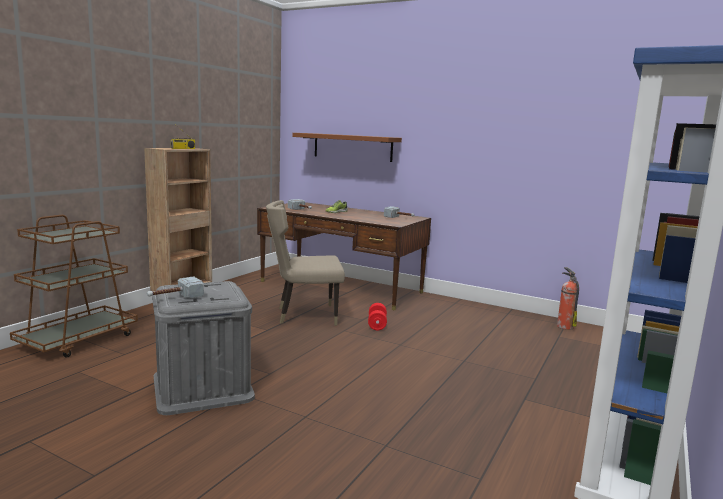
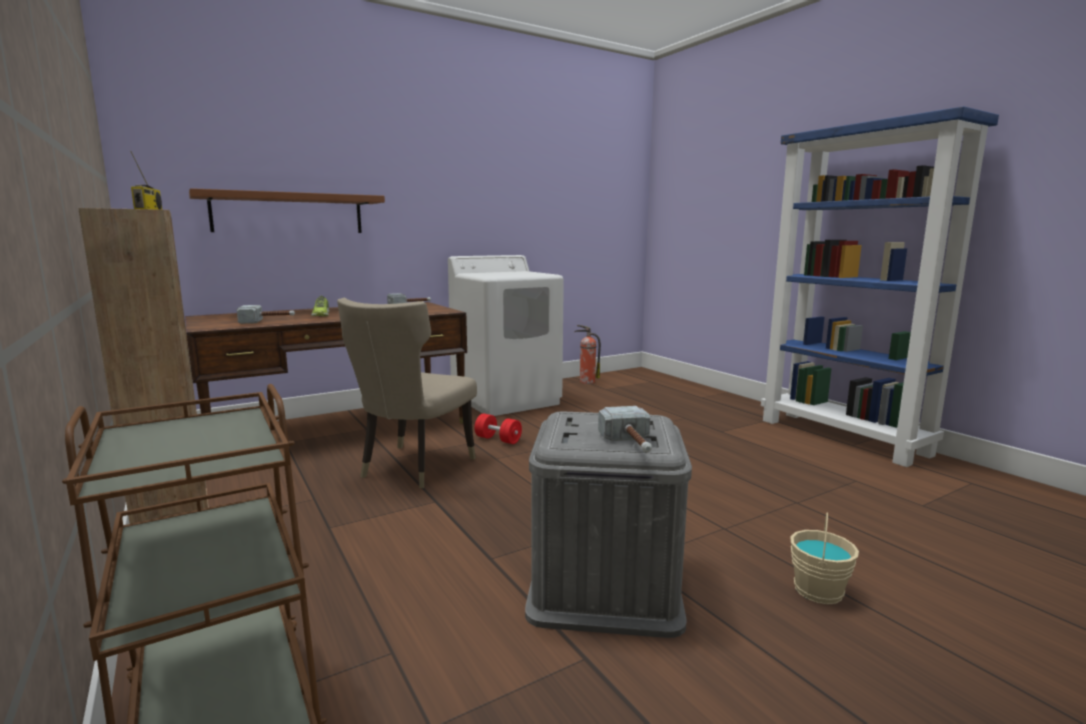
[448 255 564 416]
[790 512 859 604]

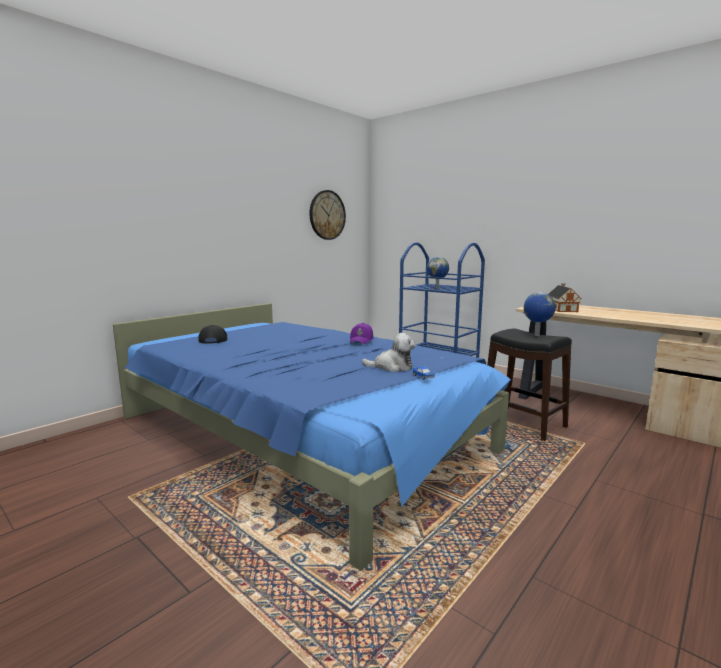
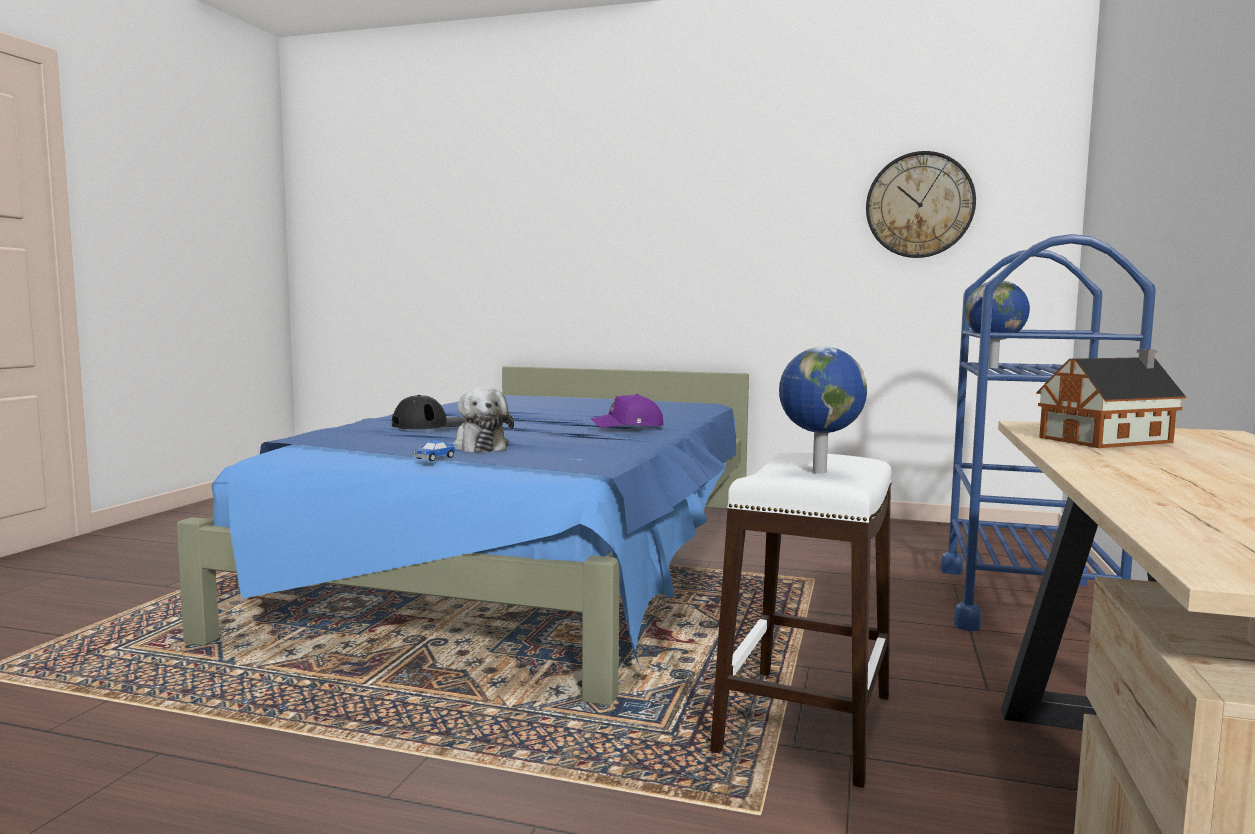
[392 395 466 429]
[710 452 892 788]

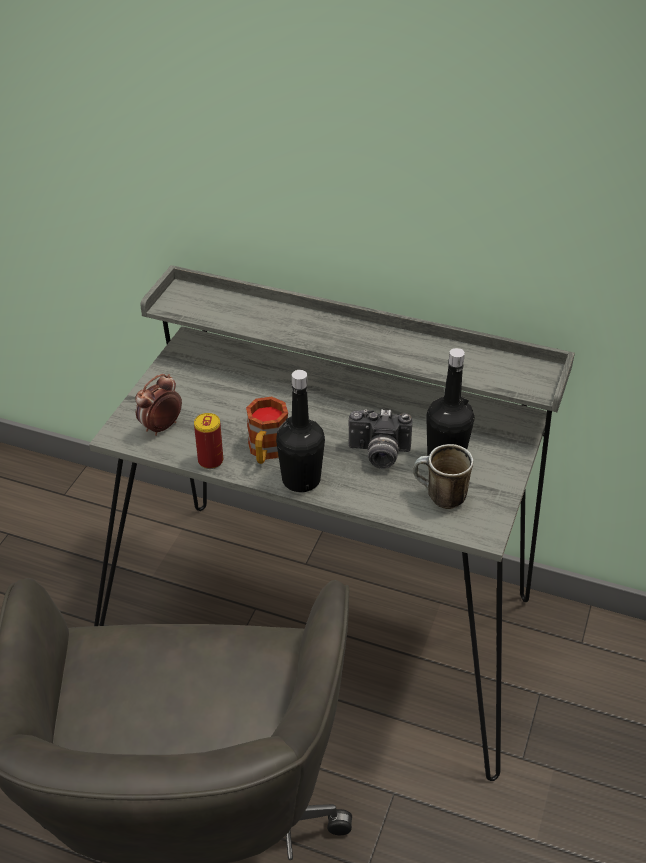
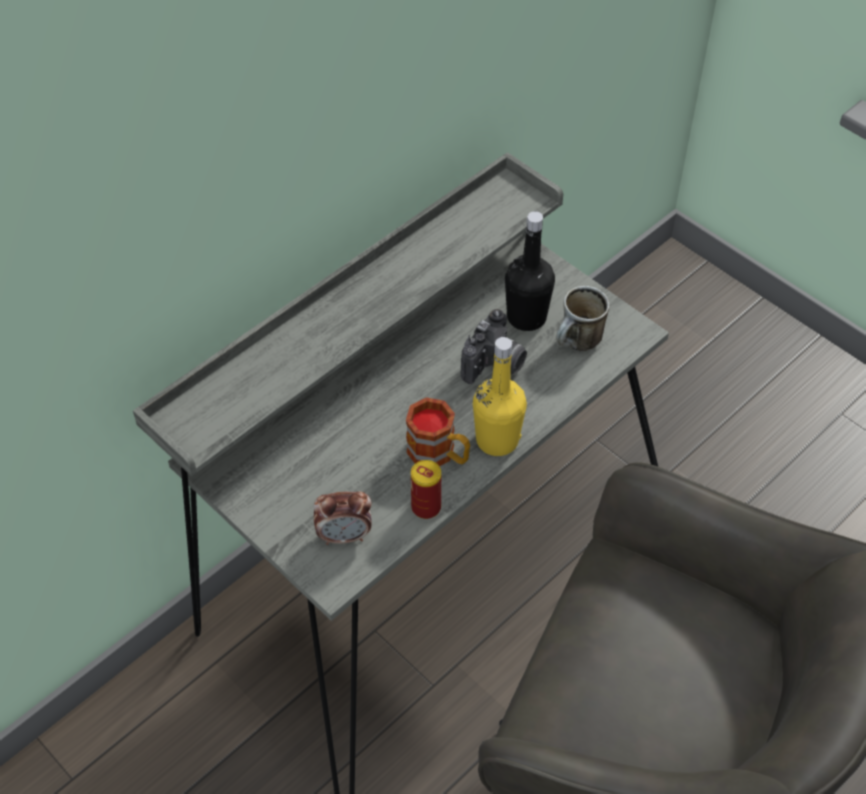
[473 337 527 456]
[314 491 371 545]

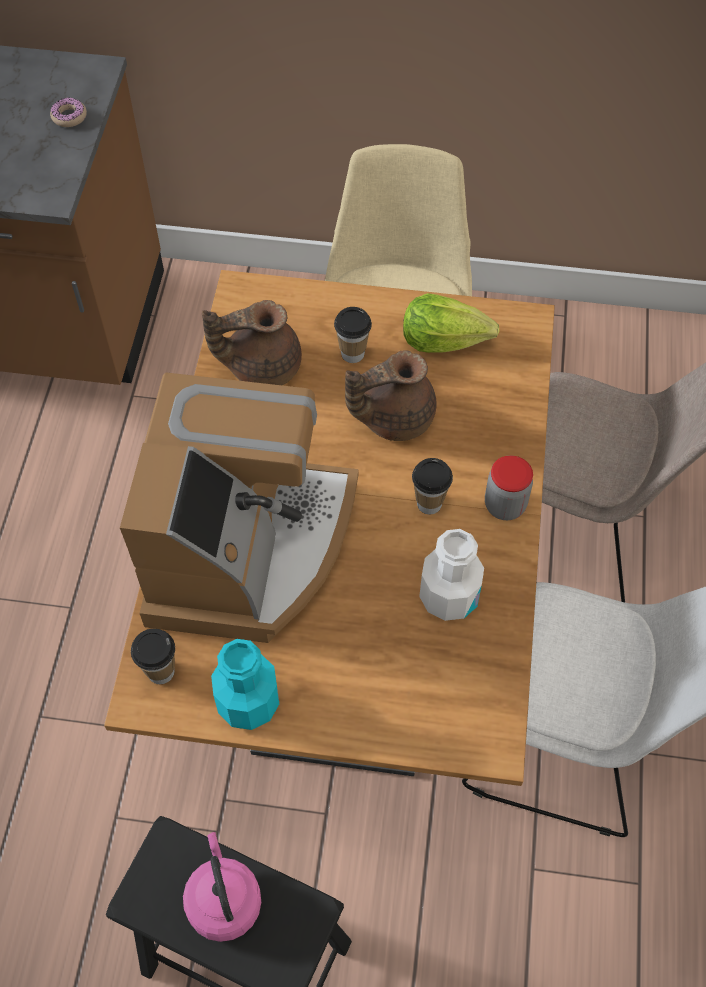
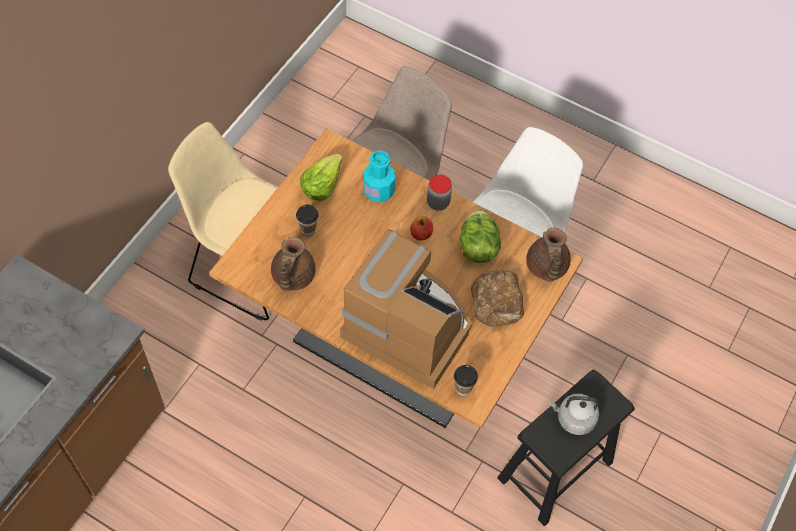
[50 97 87 127] (first image)
[471 270 524 327]
[364 150 395 202]
[526 228 571 282]
[410 216 433 241]
[459 210 501 263]
[549 394 599 435]

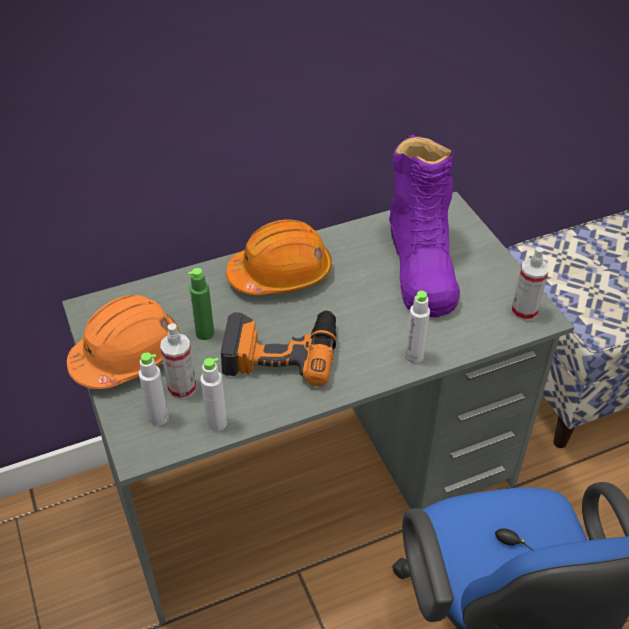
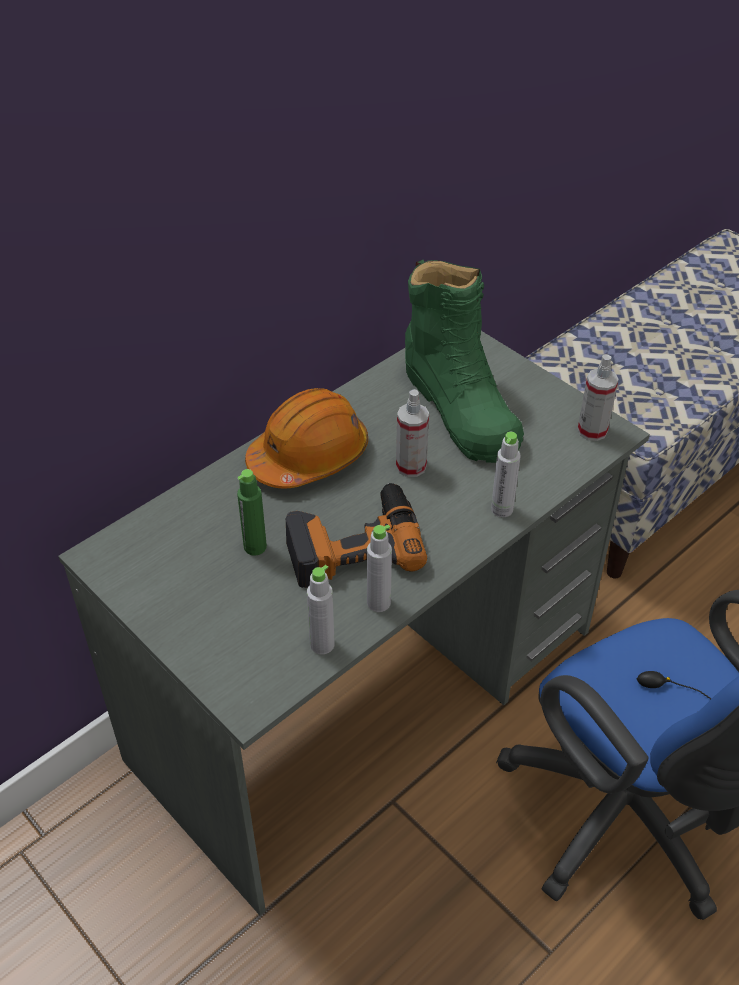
[67 295 180 389] (first image)
[367 525 392 612]
[396 389 429 477]
[405 260 524 463]

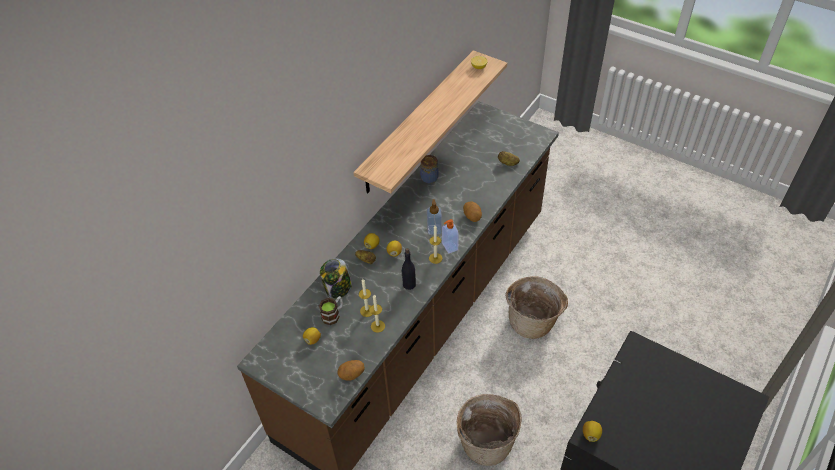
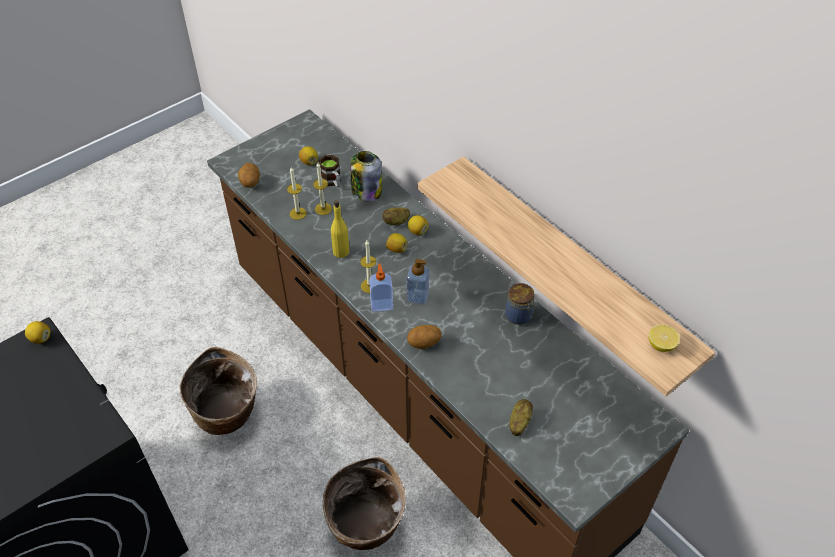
[331 200 349 258]

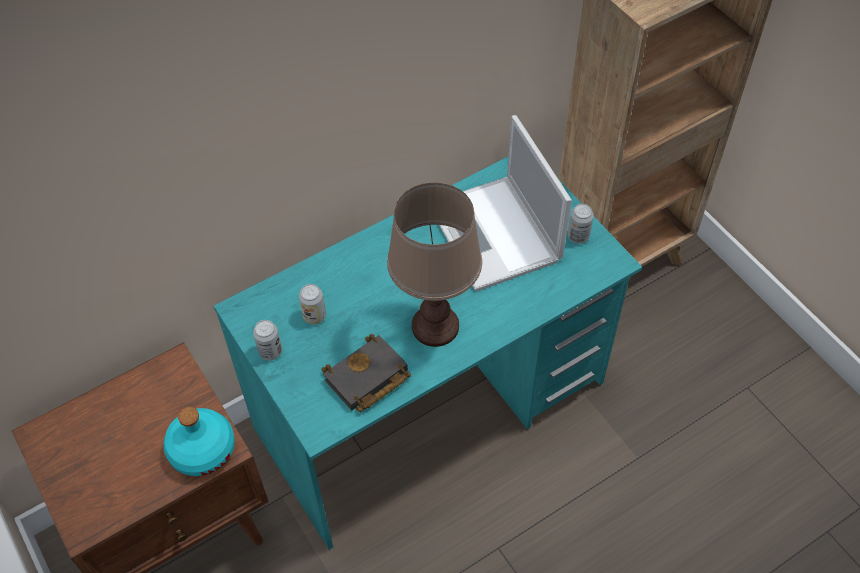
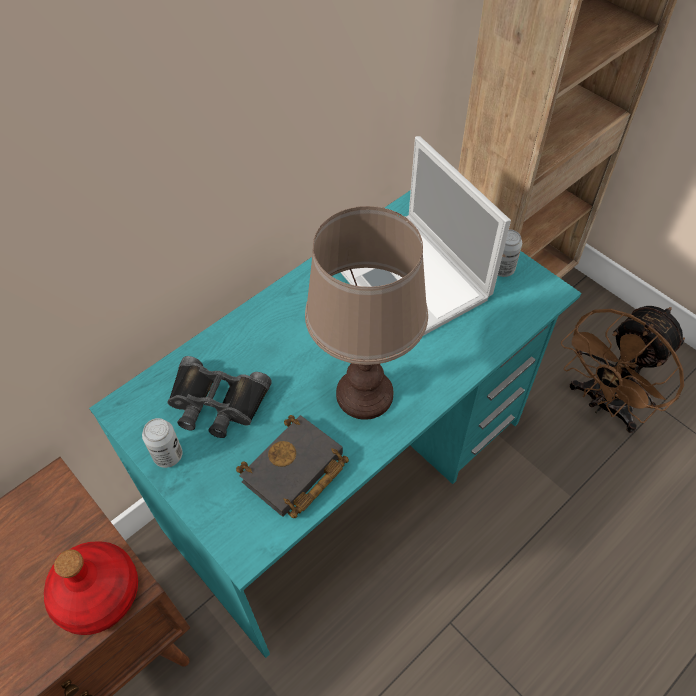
[561 306 685 433]
[167 356 272 438]
[44 541 138 635]

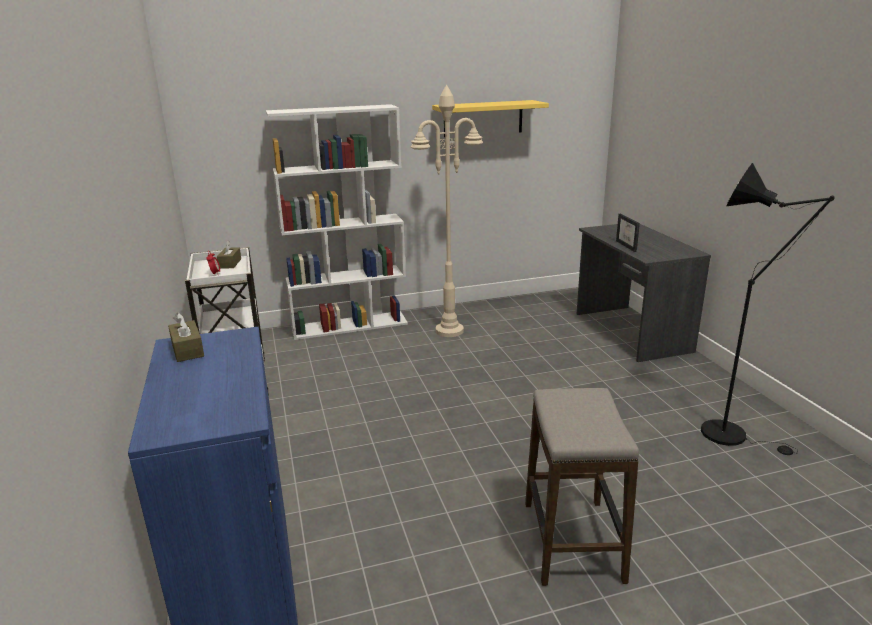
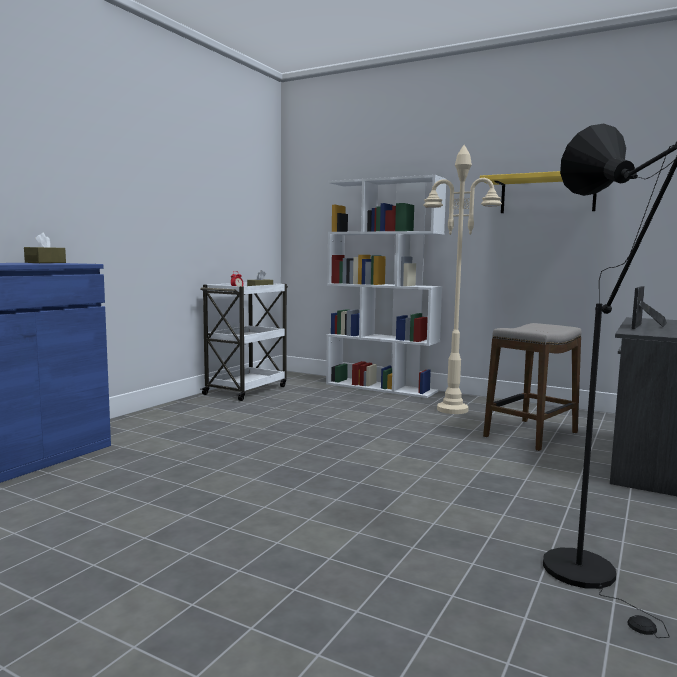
[483 323 582 451]

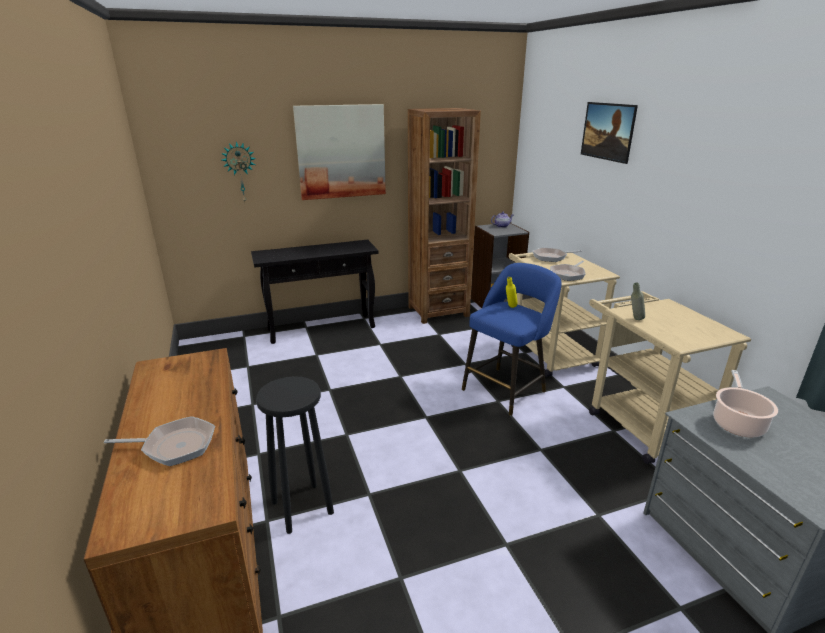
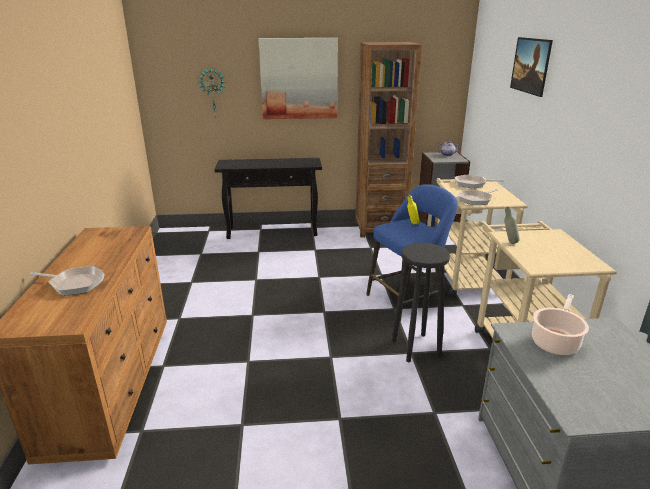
[392 243 450 362]

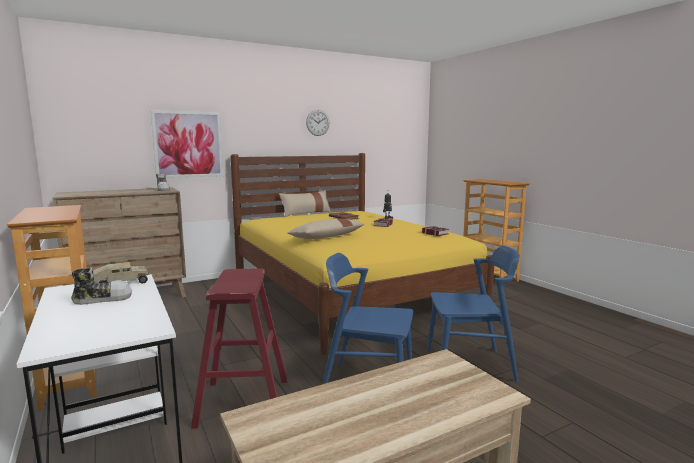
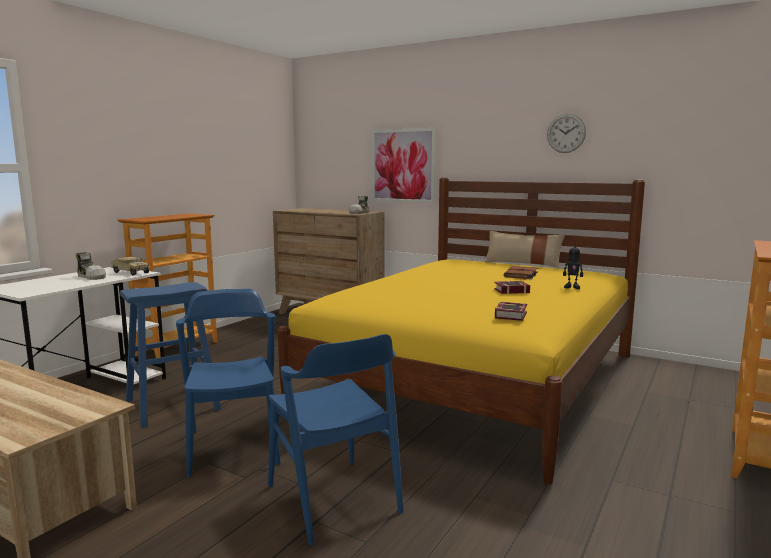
[287 218 365 239] (first image)
[120 282 221 428]

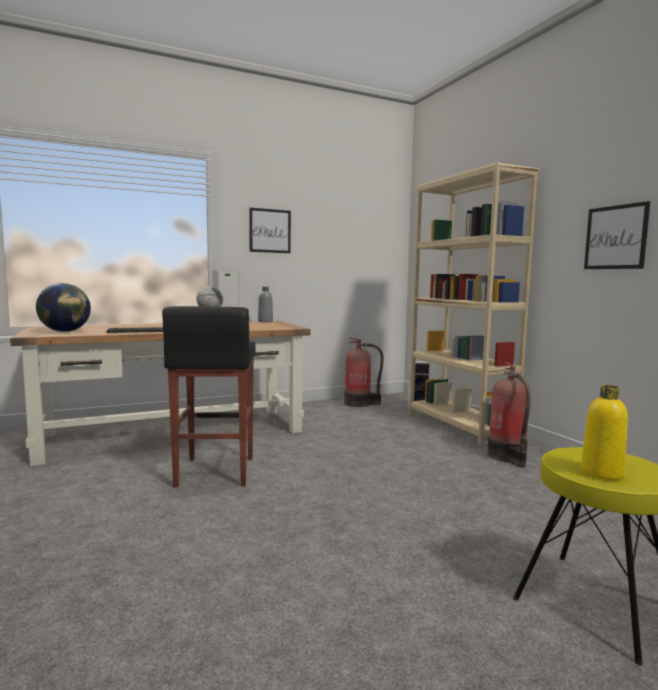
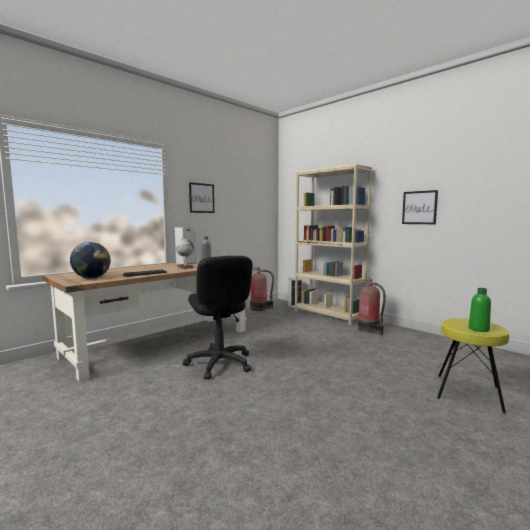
[183 256 253 380]
[468 288 491 332]

